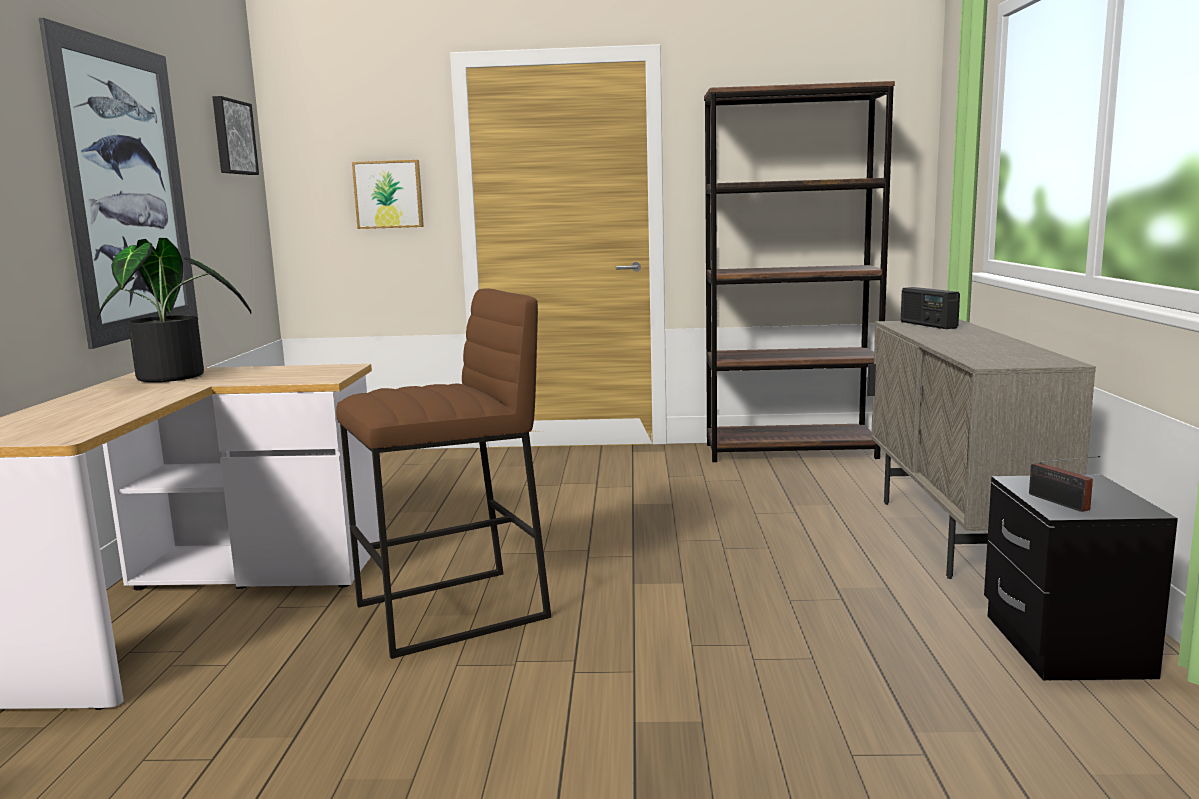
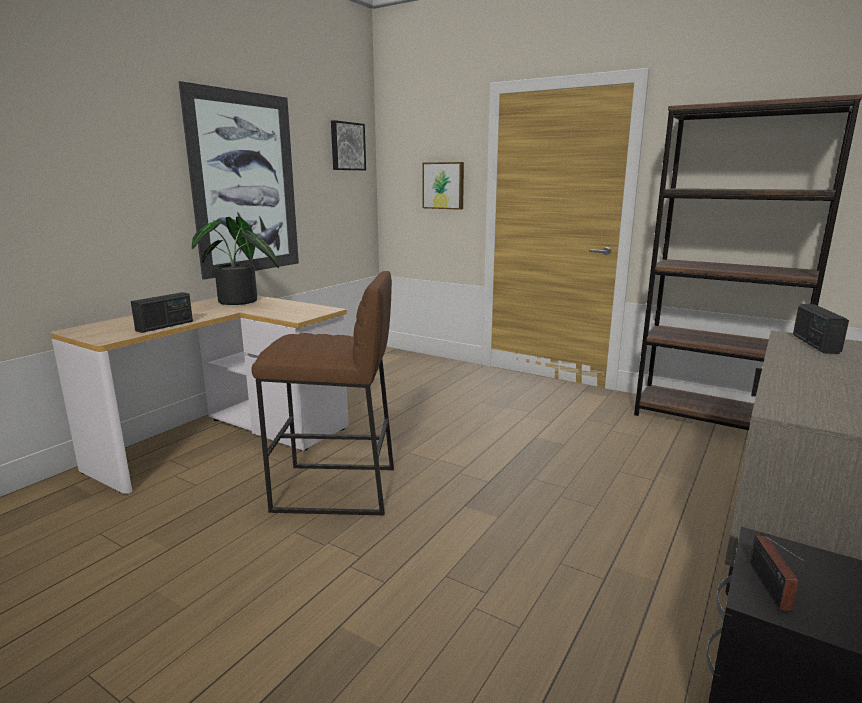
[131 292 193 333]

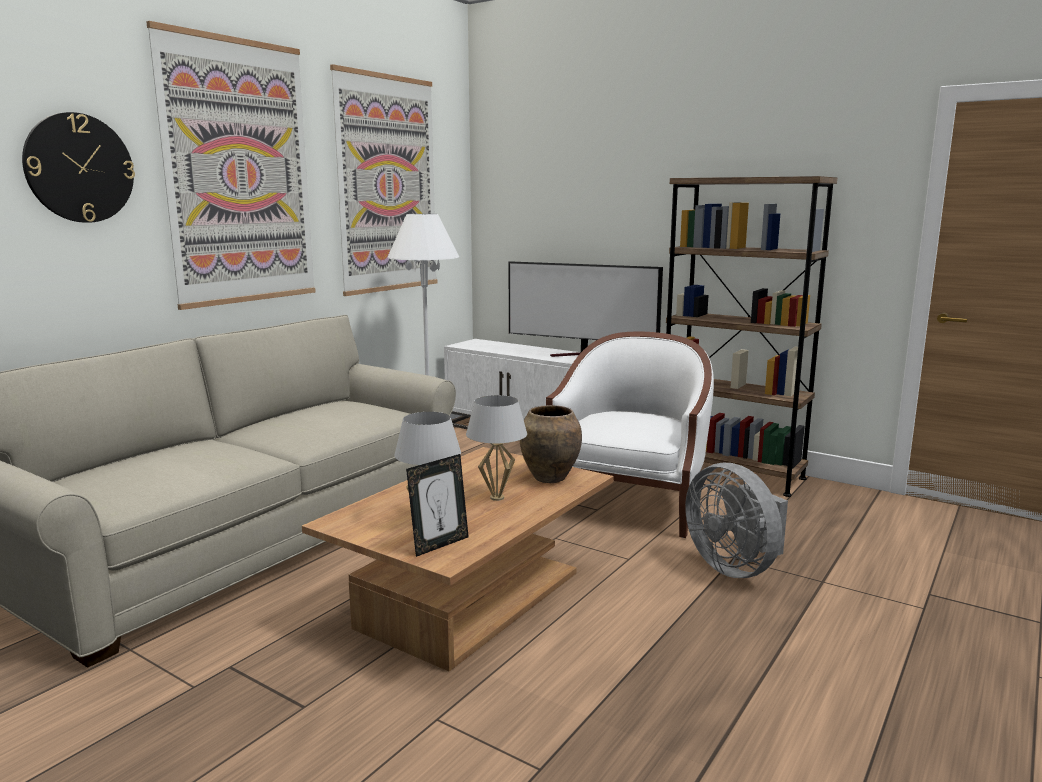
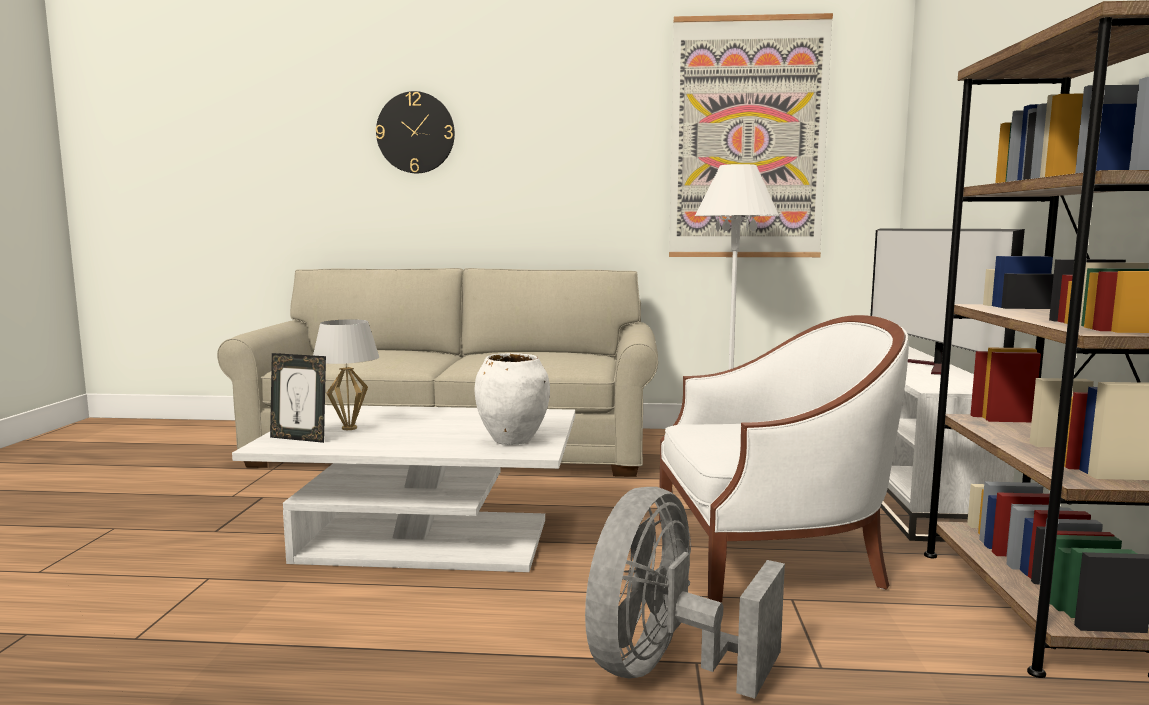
[146 21 316 310] (first image)
[466 395 527 501] (first image)
[232 405 575 572]
[475 353 550 445]

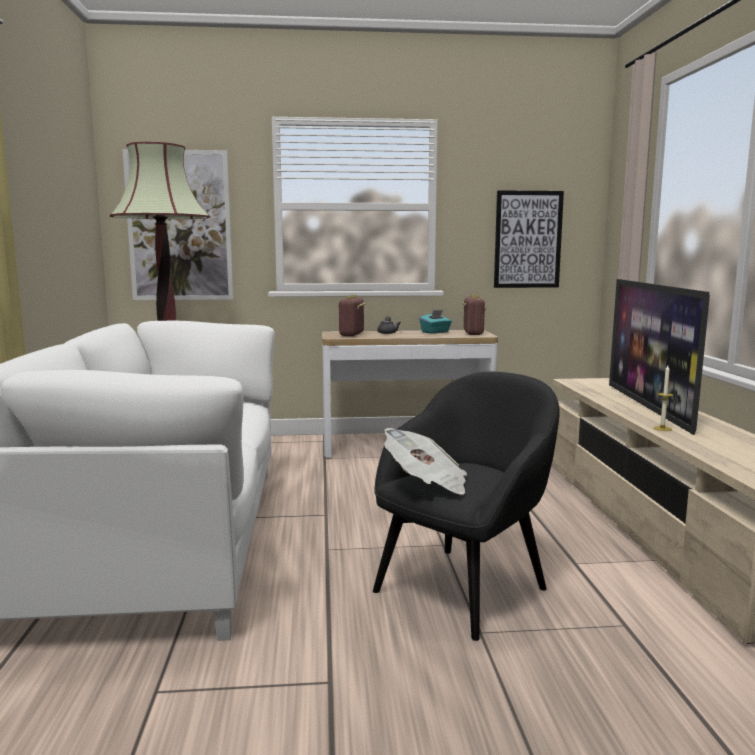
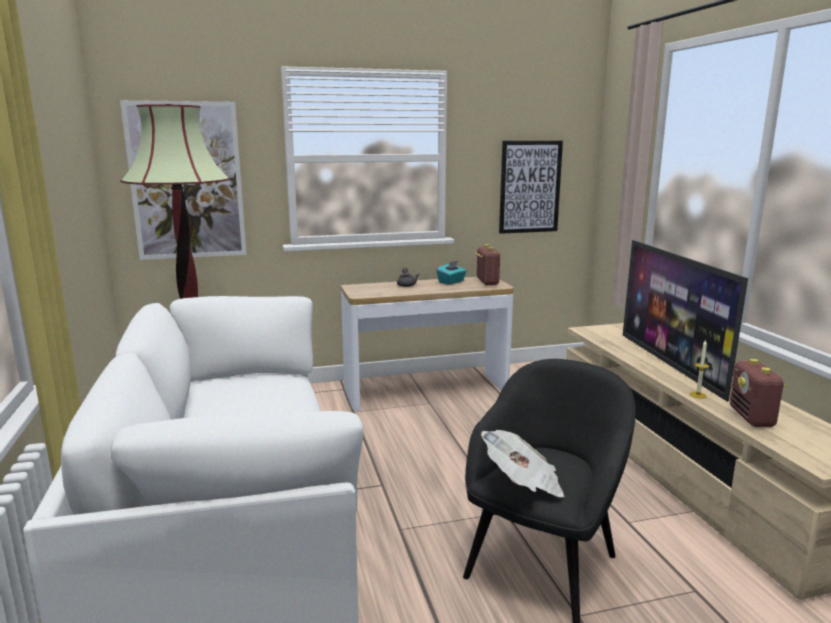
[730 359 787 427]

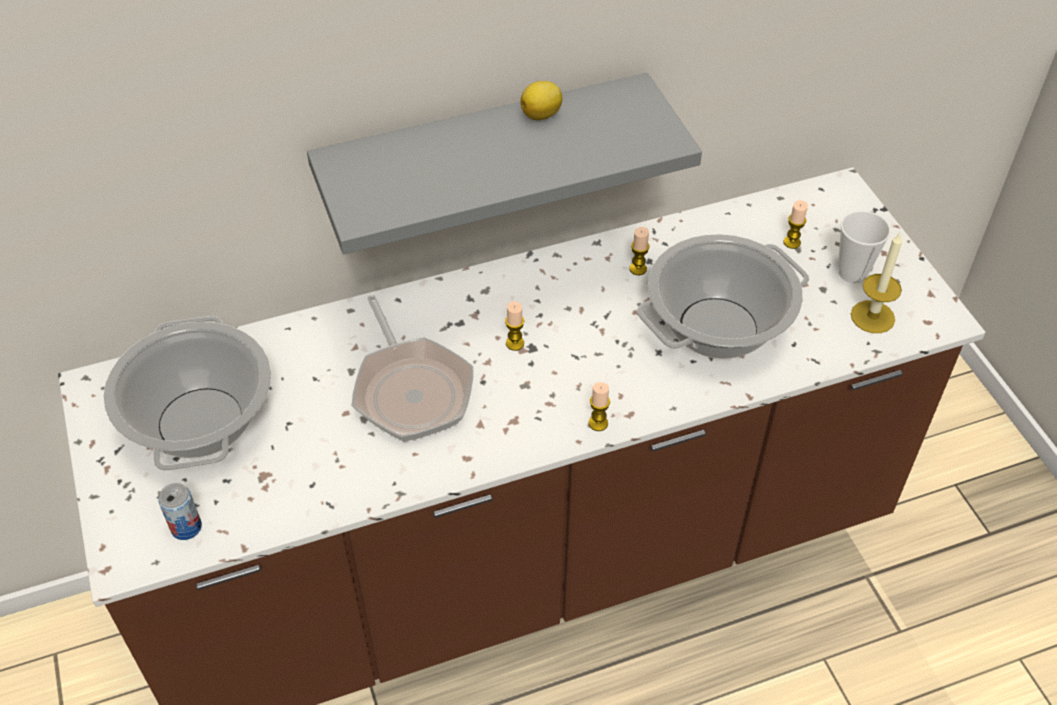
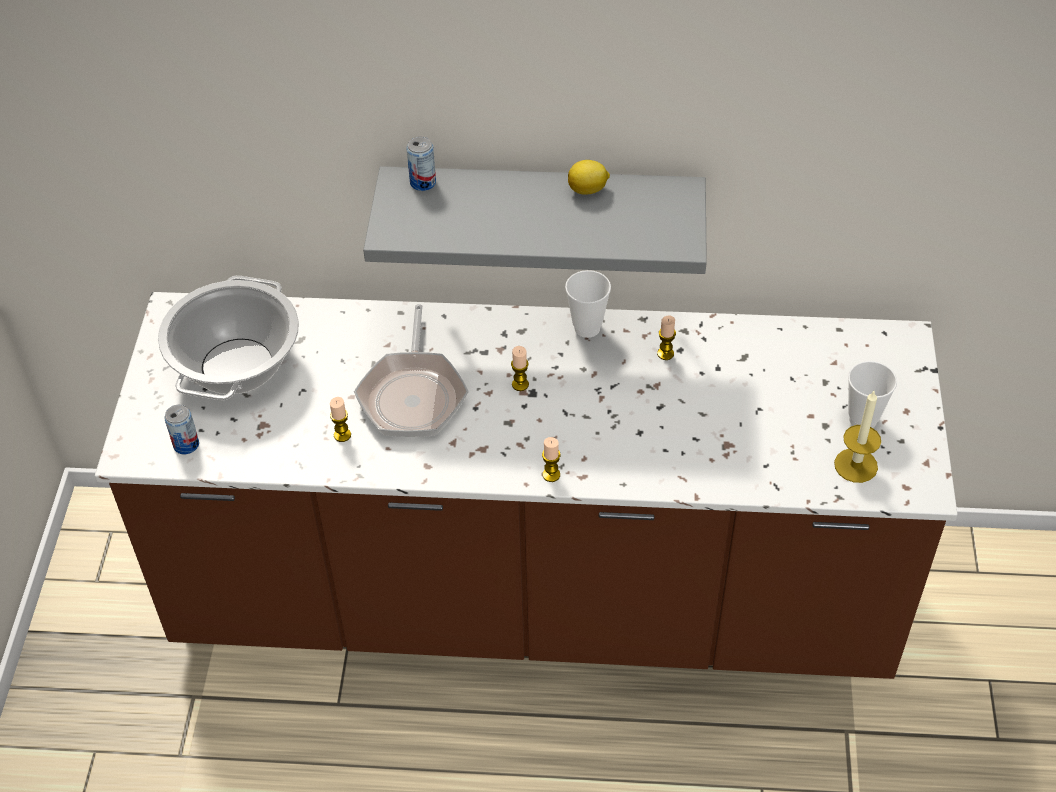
[637 234 809 359] (first image)
[407 137 436 191]
[565 270 611 338]
[330 397 351 442]

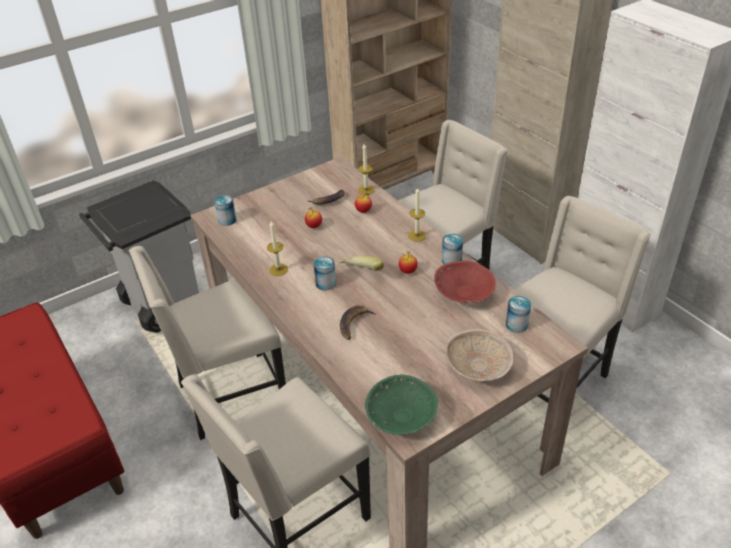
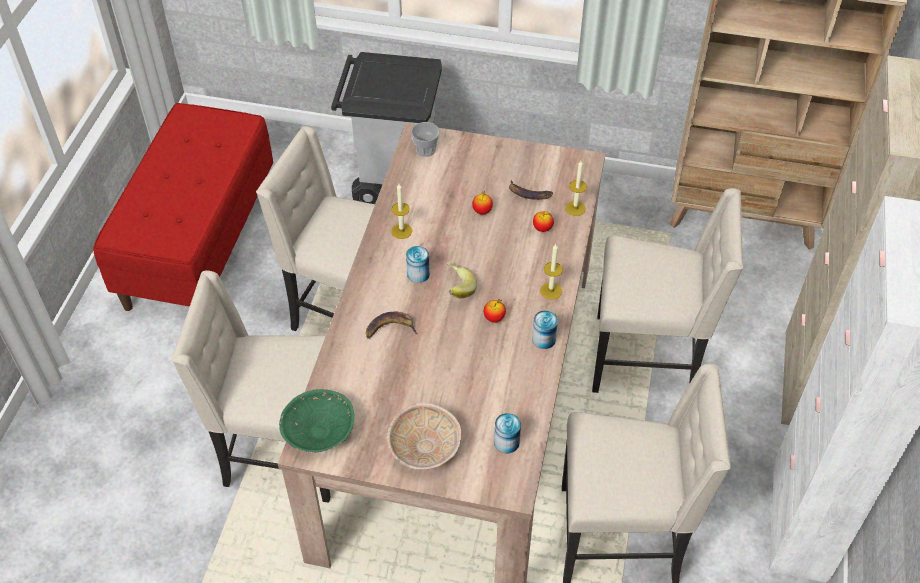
[434 261 496 303] (first image)
[411 122 440 157]

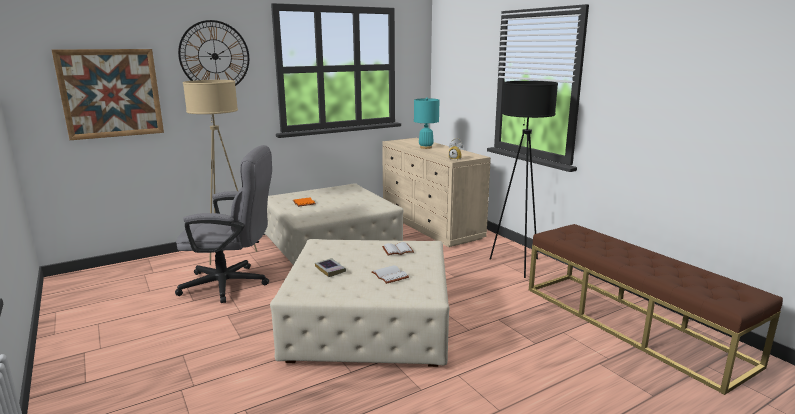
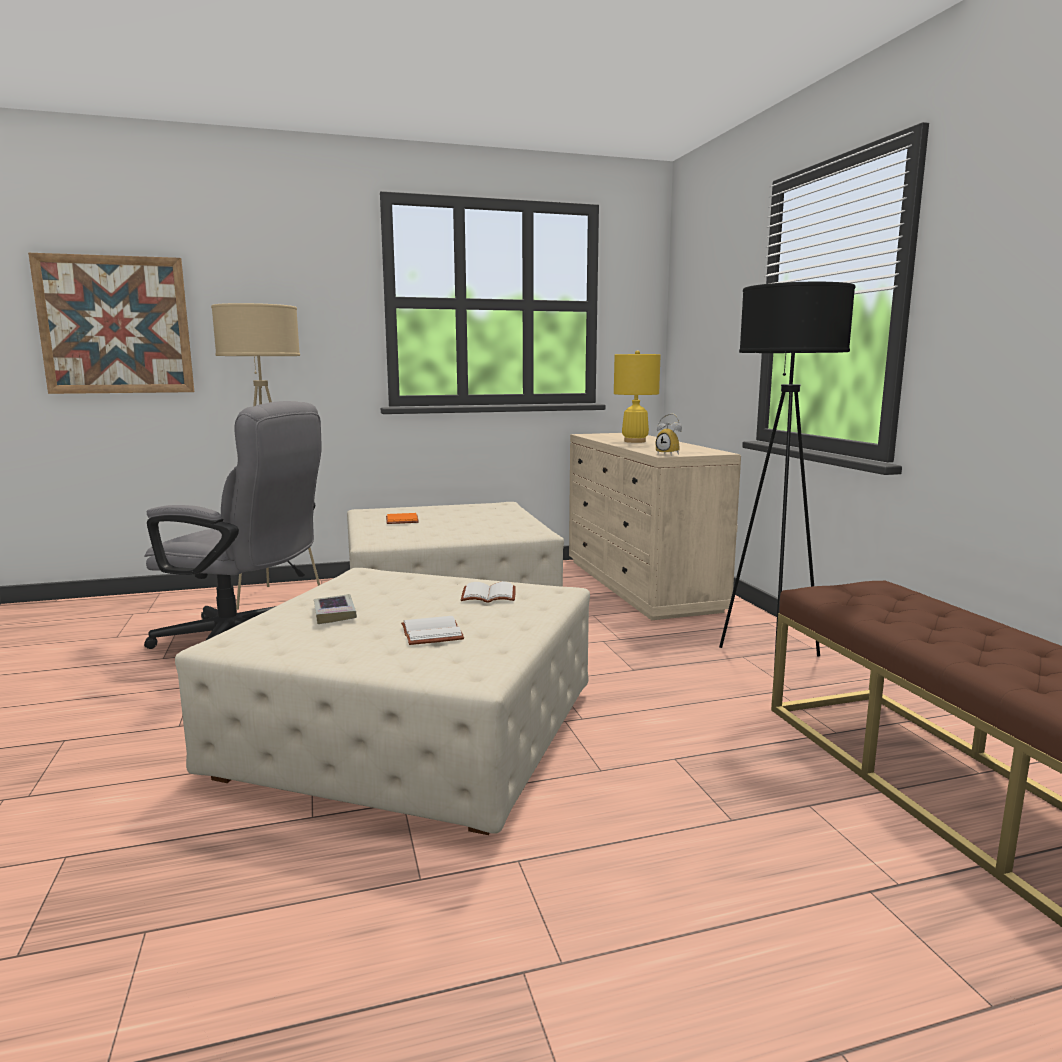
[178 20 249 86] (first image)
[614 350 661 443]

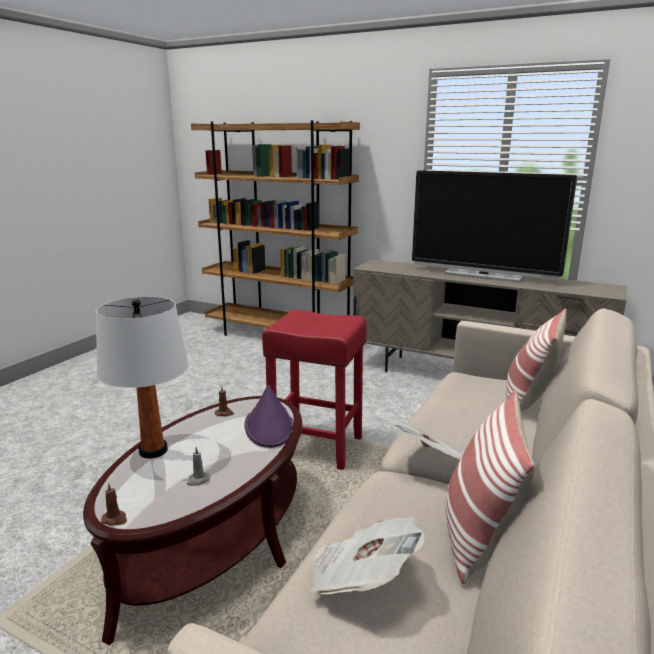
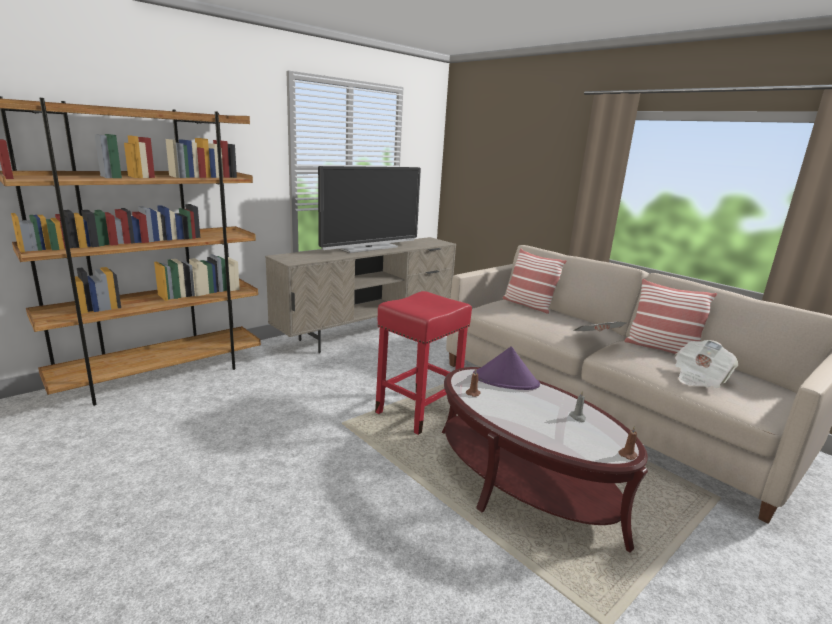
[96 297 188 458] (first image)

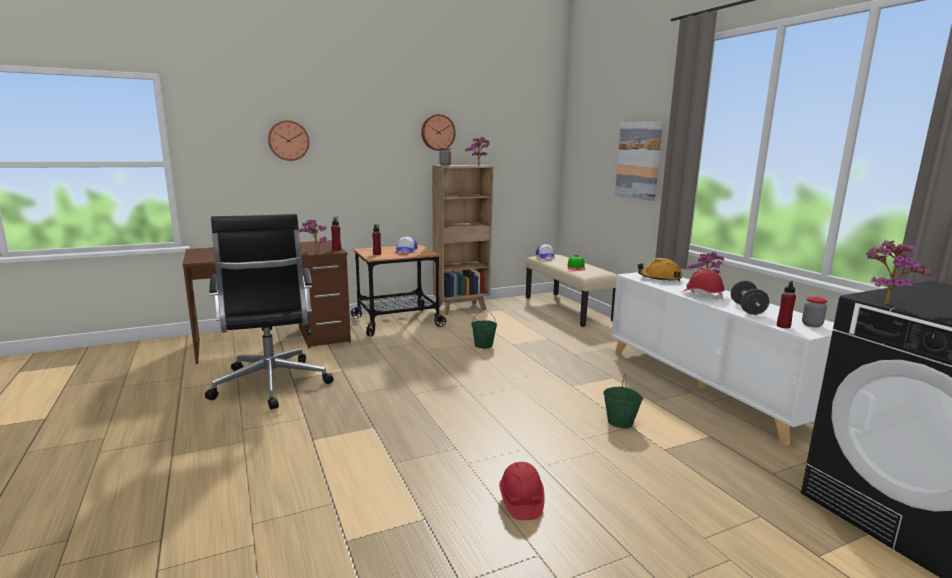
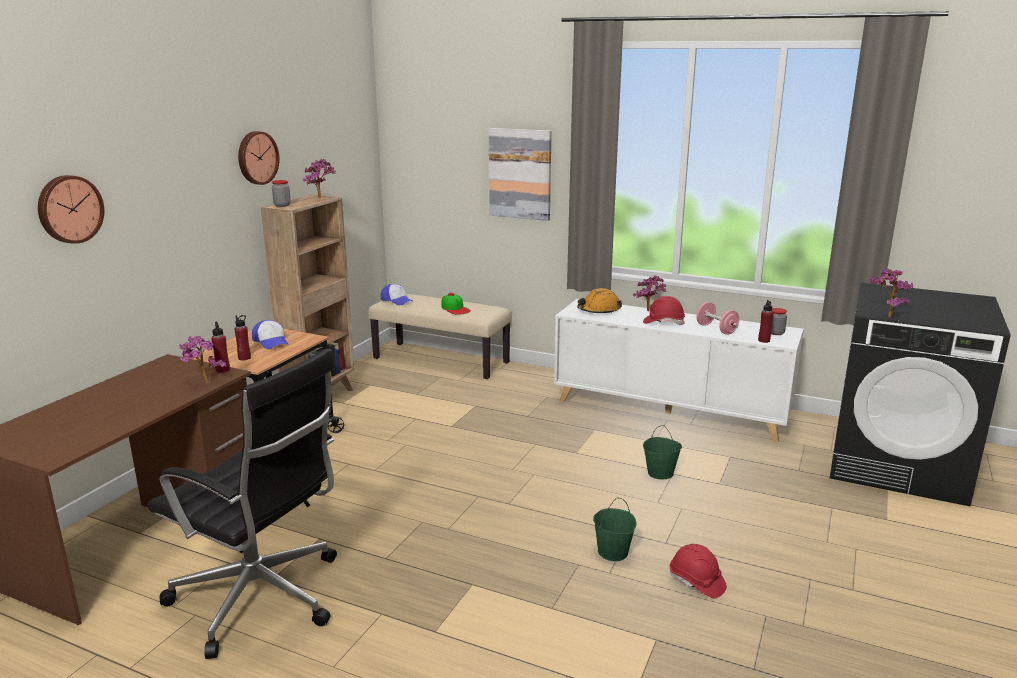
[593 498 637 561]
[696 302 739 335]

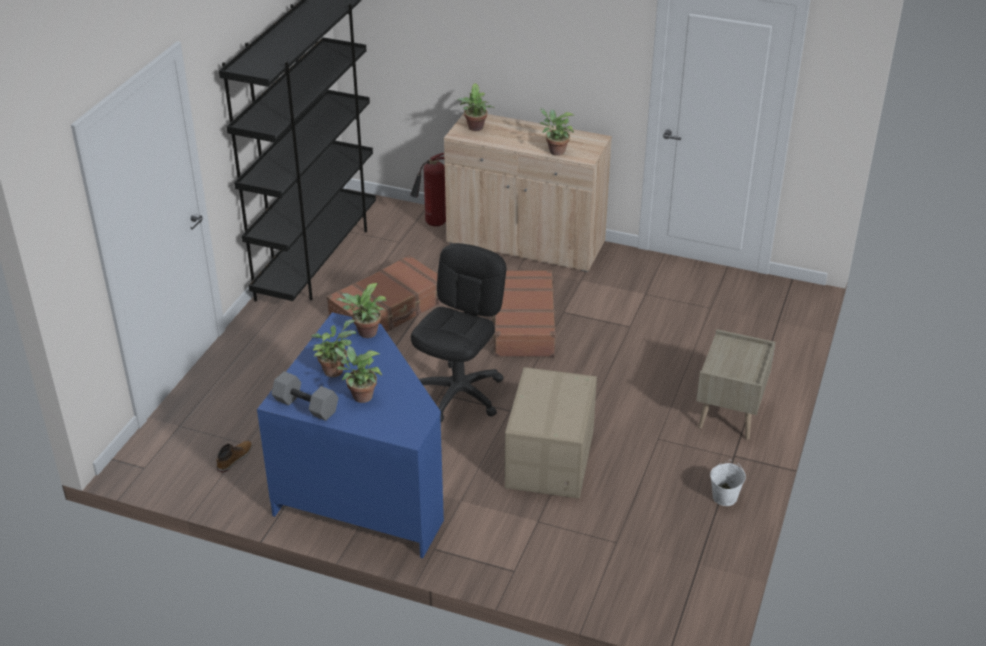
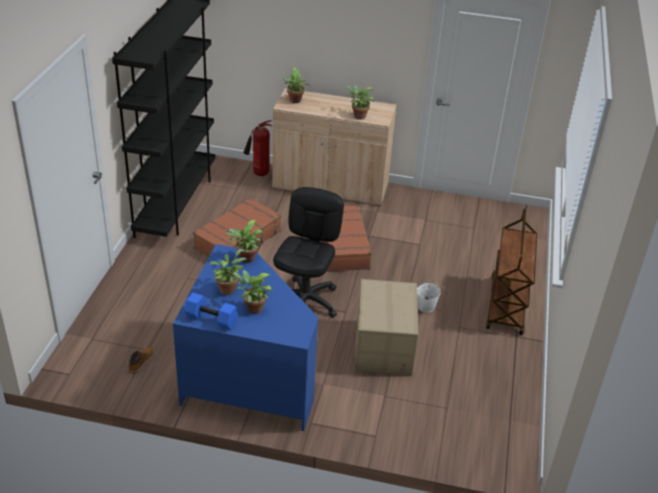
[417 280 441 313]
[486 208 537 335]
[184 293 238 330]

